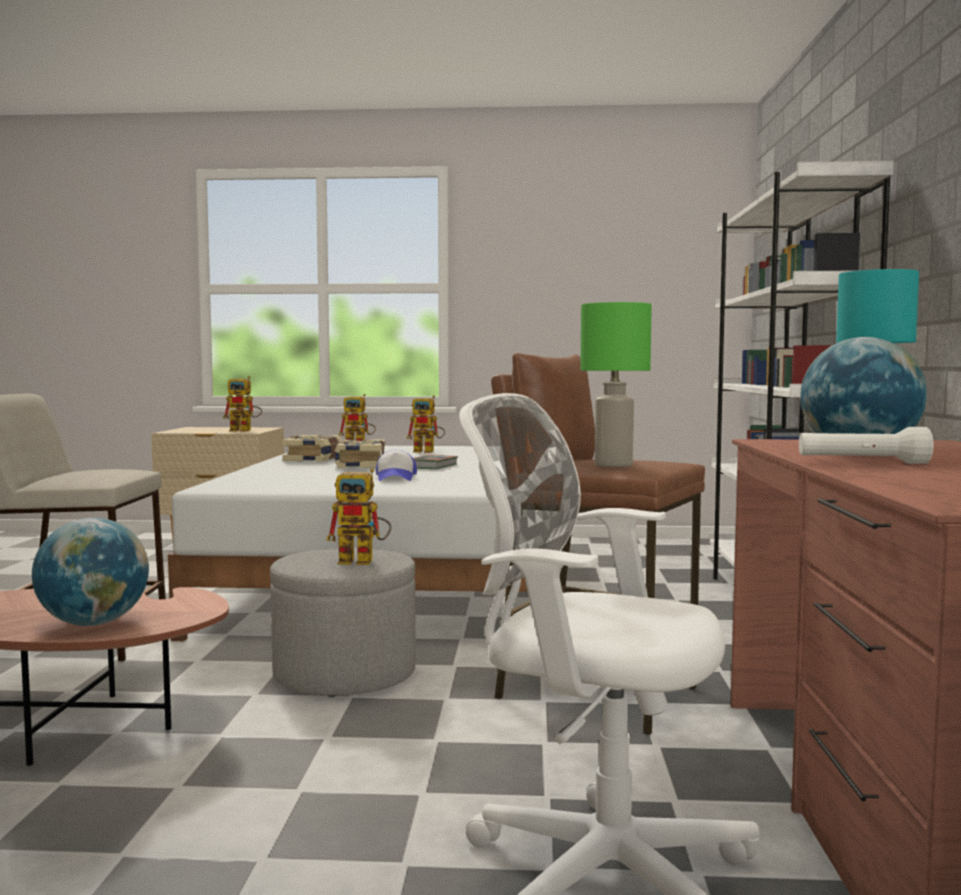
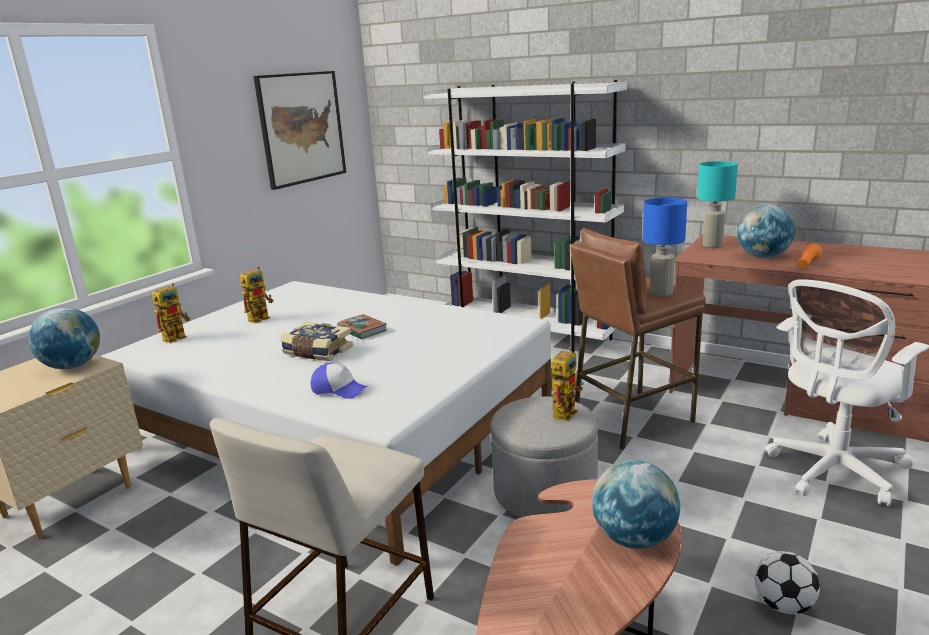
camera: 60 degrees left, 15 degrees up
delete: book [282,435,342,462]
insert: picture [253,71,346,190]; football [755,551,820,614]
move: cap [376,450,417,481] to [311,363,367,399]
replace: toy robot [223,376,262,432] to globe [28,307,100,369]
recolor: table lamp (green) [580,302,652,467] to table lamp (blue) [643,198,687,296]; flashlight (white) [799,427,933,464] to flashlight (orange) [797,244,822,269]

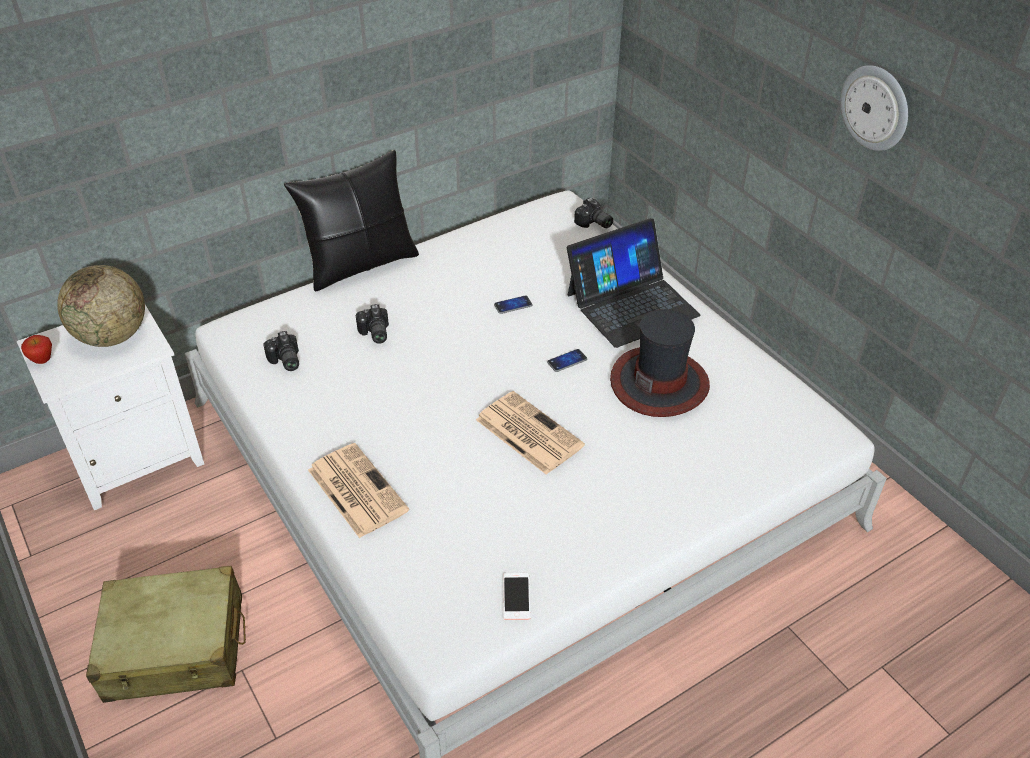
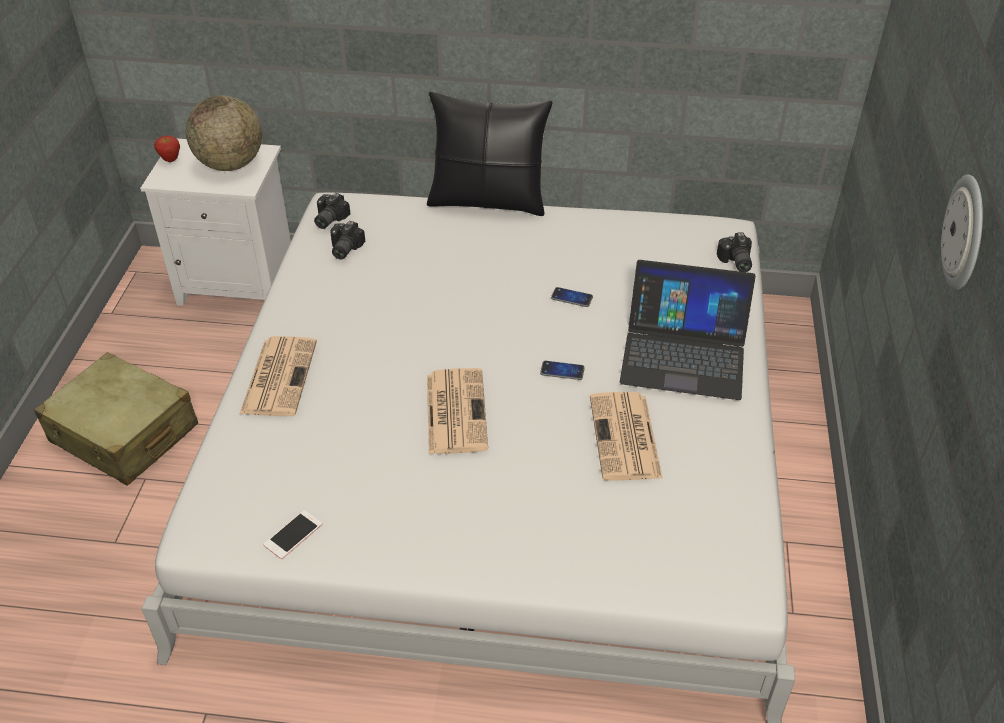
camera: 40 degrees right, 0 degrees up
move: photo camera [356,304,389,344] to [314,193,350,229]
replace: hat [610,309,710,417] to newspaper [590,392,663,481]

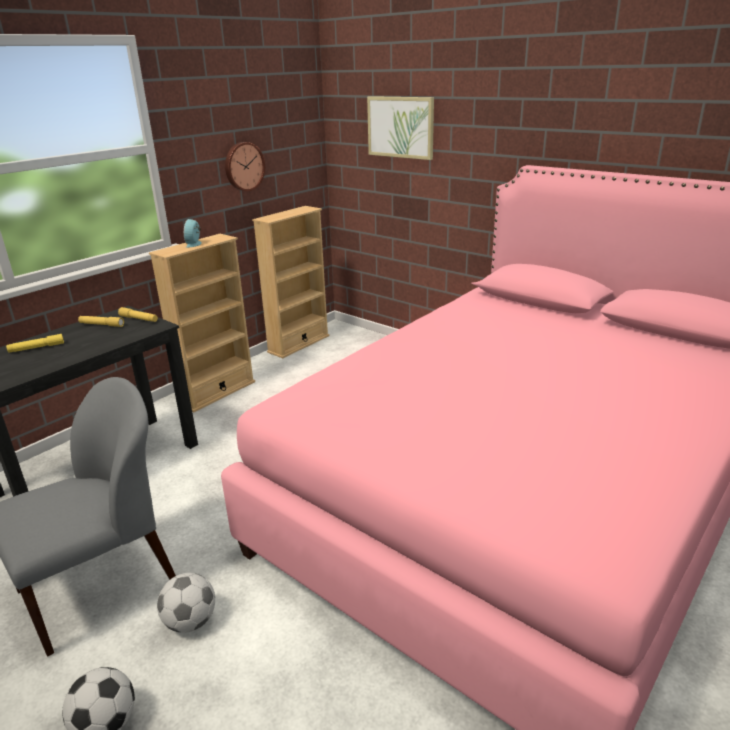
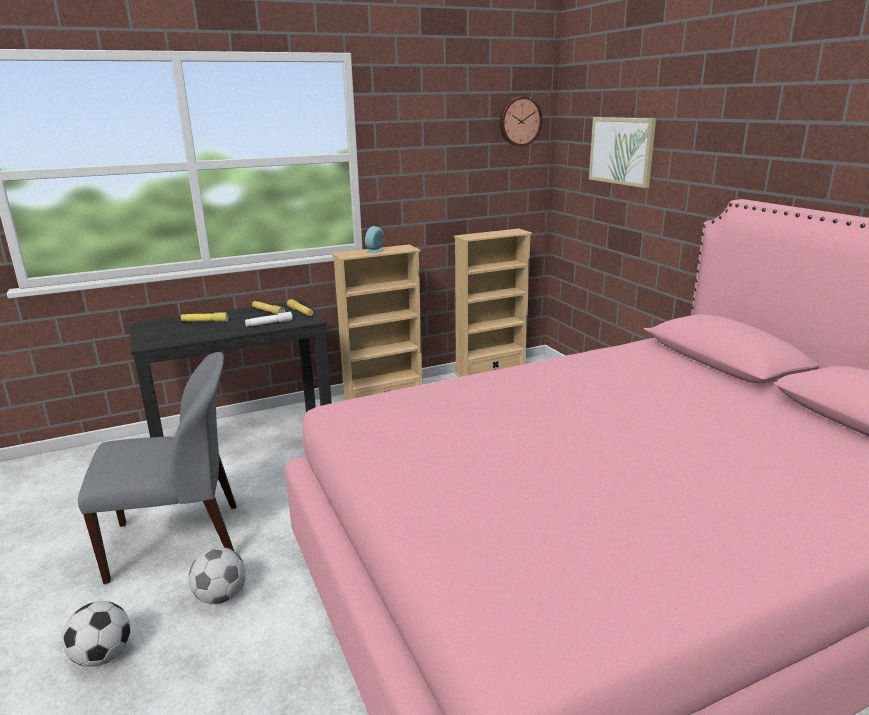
camera: 25 degrees right, 5 degrees down
insert: flashlight (white) [245,312,293,327]
move: wall clock [225,142,265,191] to [500,97,542,146]

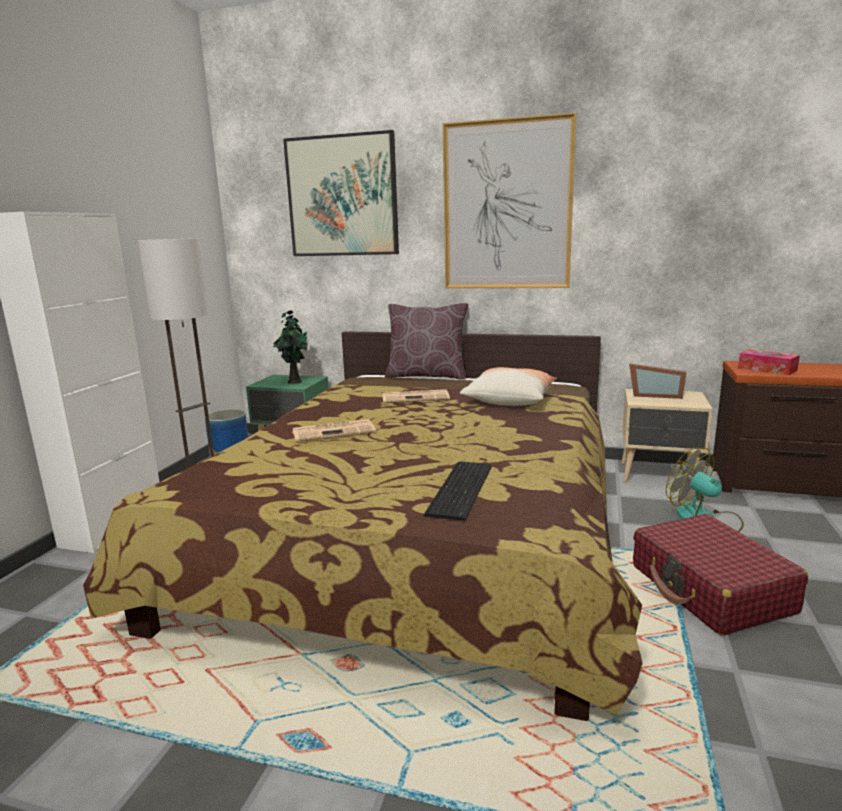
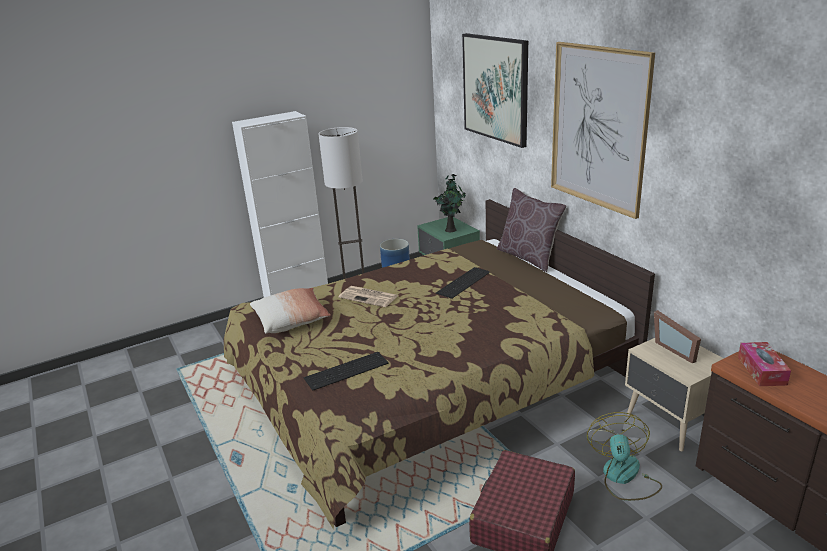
camera: 45 degrees right, 10 degrees up
move: pillow [460,367,557,406] to [250,288,331,334]
replace: newspaper [382,389,450,403] to keyboard [436,267,490,299]

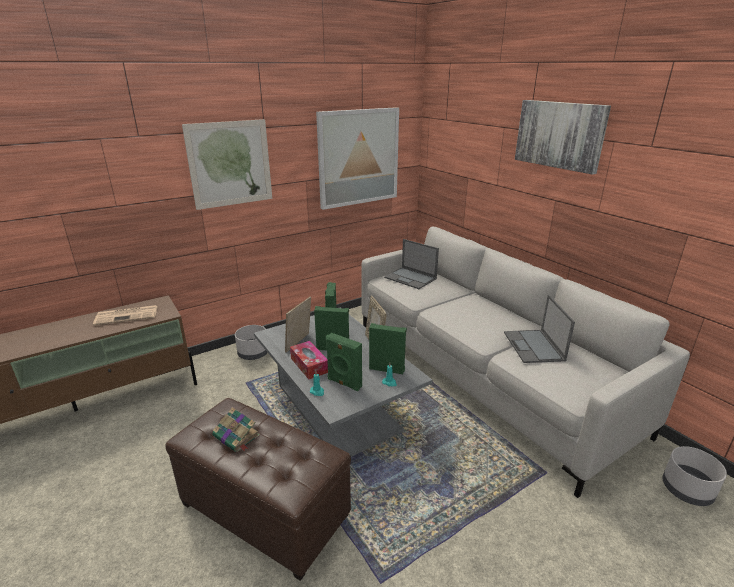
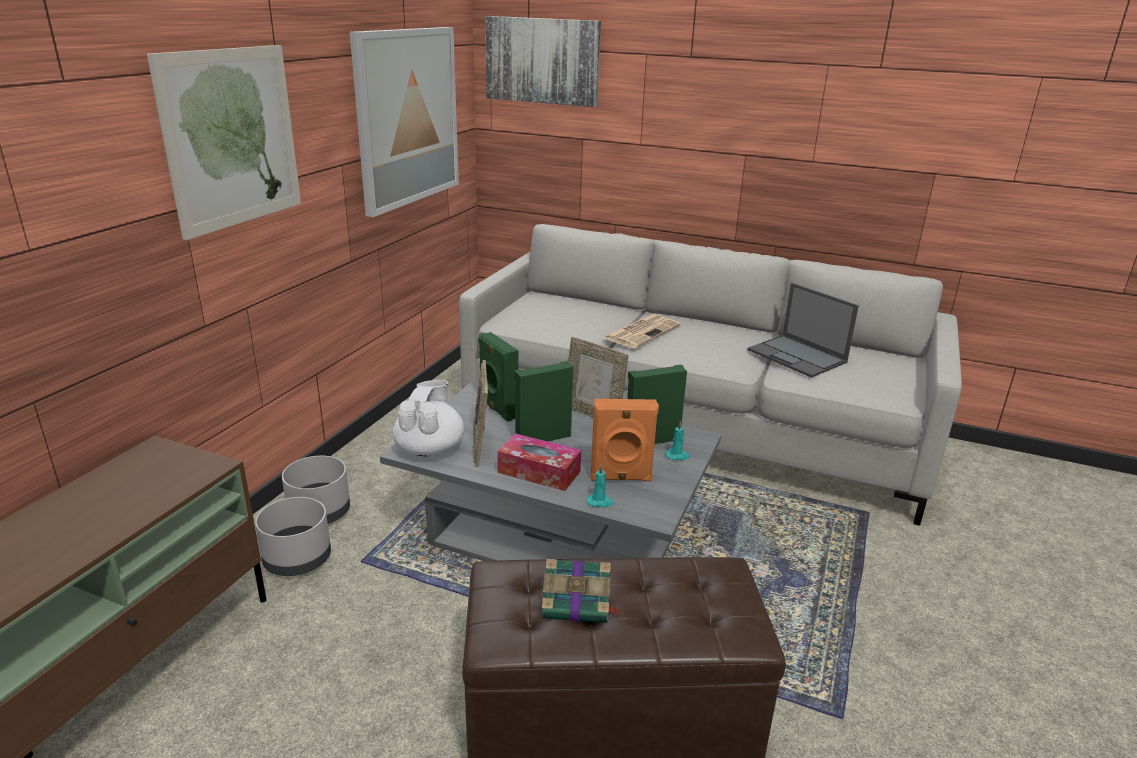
camera: 35 degrees left, 0 degrees up
delete: laptop [384,239,439,289]
insert: teapot (white) [393,380,464,457]
move: planter (grey) [663,446,727,506] to [255,497,331,576]; picture [515,100,611,175] to [485,16,601,107]; newspaper [93,305,158,325] to [603,314,681,348]
recolor: speaker (green) [326,333,362,391] to speaker (orange) [590,399,659,481]

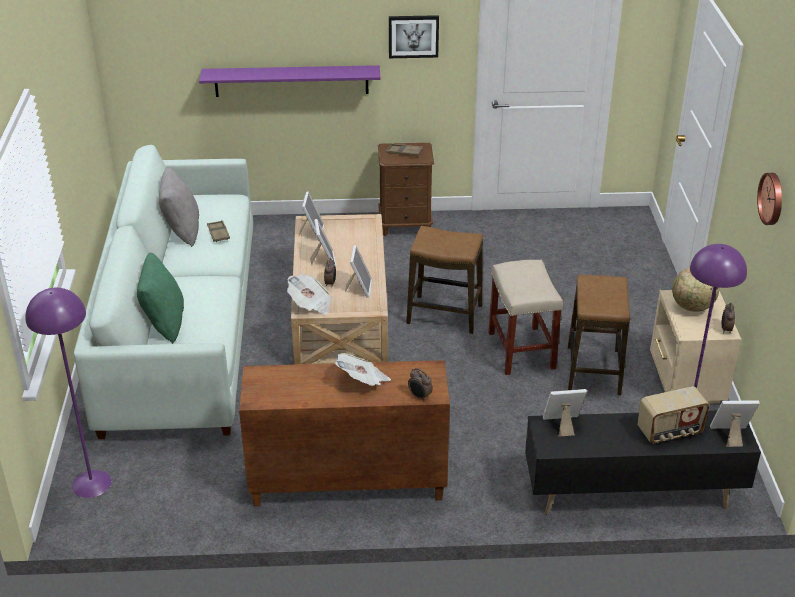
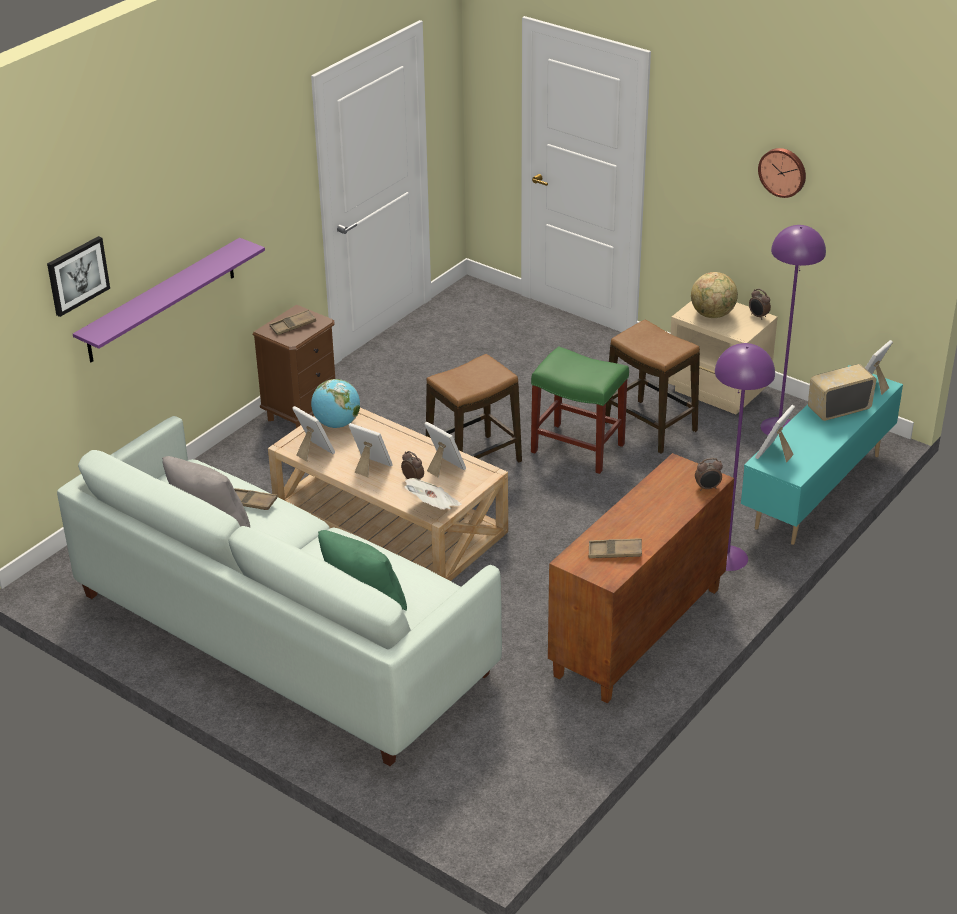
camera: 50 degrees left, 0 degrees up
delete: newspaper [334,353,391,386]
insert: globe [311,379,360,428]; tray (brown) [589,538,642,558]
move: picture [389,15,439,58] to [47,236,110,317]; floor lamp (purple) [25,288,112,498] to [715,343,775,571]
recolor: stool (beige) [488,260,563,375] to stool (green) [531,346,629,474]; tv stand (black) [525,410,761,515] to tv stand (turquoise) [741,365,903,545]
rotate: radio [637,386,710,444] = [808,364,877,421] 135 degrees counterclockwise

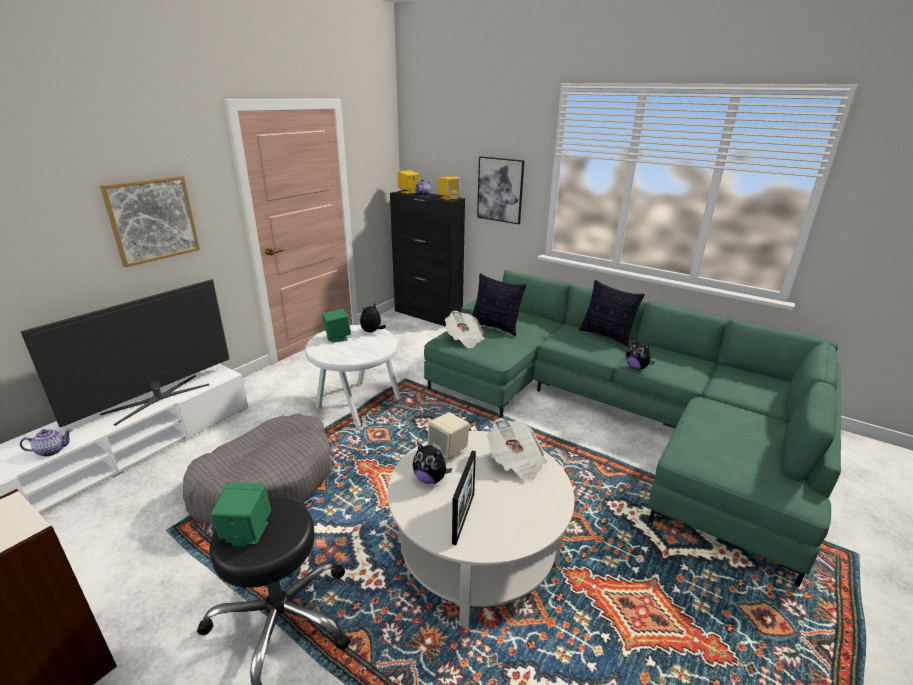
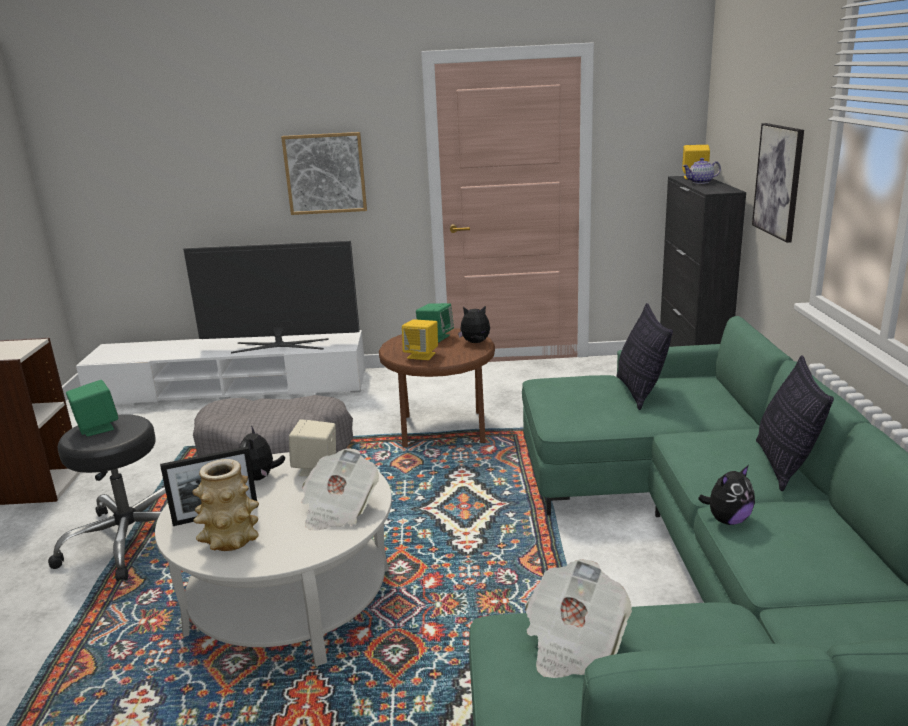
camera: 55 degrees right, 5 degrees down
delete: teapot [20,429,72,457]
insert: vase [193,459,259,551]
move: speaker (yellow) [438,177,460,200] to [402,319,438,360]; newspaper [445,311,485,348] to [525,559,632,678]
recolor: side table (white) [305,325,401,427] to side table (brown) [379,328,495,447]
rotate: plush toy [626,338,655,370] = [698,465,755,525] 135 degrees counterclockwise

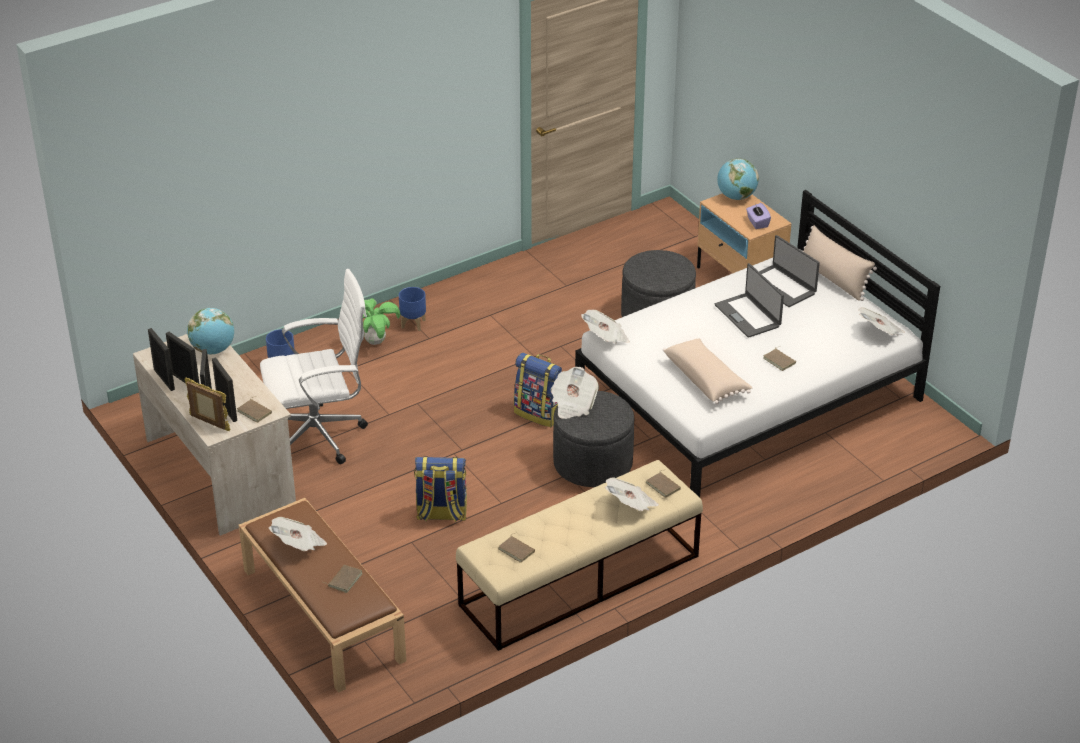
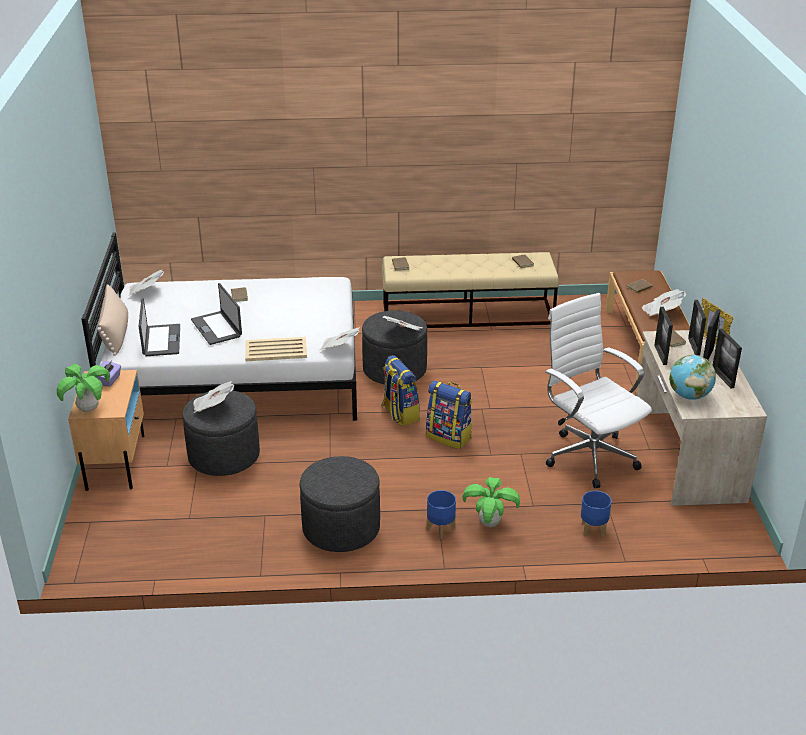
camera: 150 degrees left, 5 degrees down
delete: pillow (beige) [663,338,752,404]
insert: tray (beige) [245,337,307,361]; ottoman (grey) [300,456,380,552]
move: newspaper [605,477,659,511] to [193,381,234,413]; backpack [414,456,467,522] to [426,380,472,449]; picture frame [148,328,175,391] to [654,307,673,365]
replace: globe [717,158,759,200] to potted plant [57,364,110,412]
rotate: laptop [715,263,784,338] = [191,283,242,345] 150 degrees clockwise; office chair (white) [260,269,368,464] = [545,293,652,488] 45 degrees clockwise

